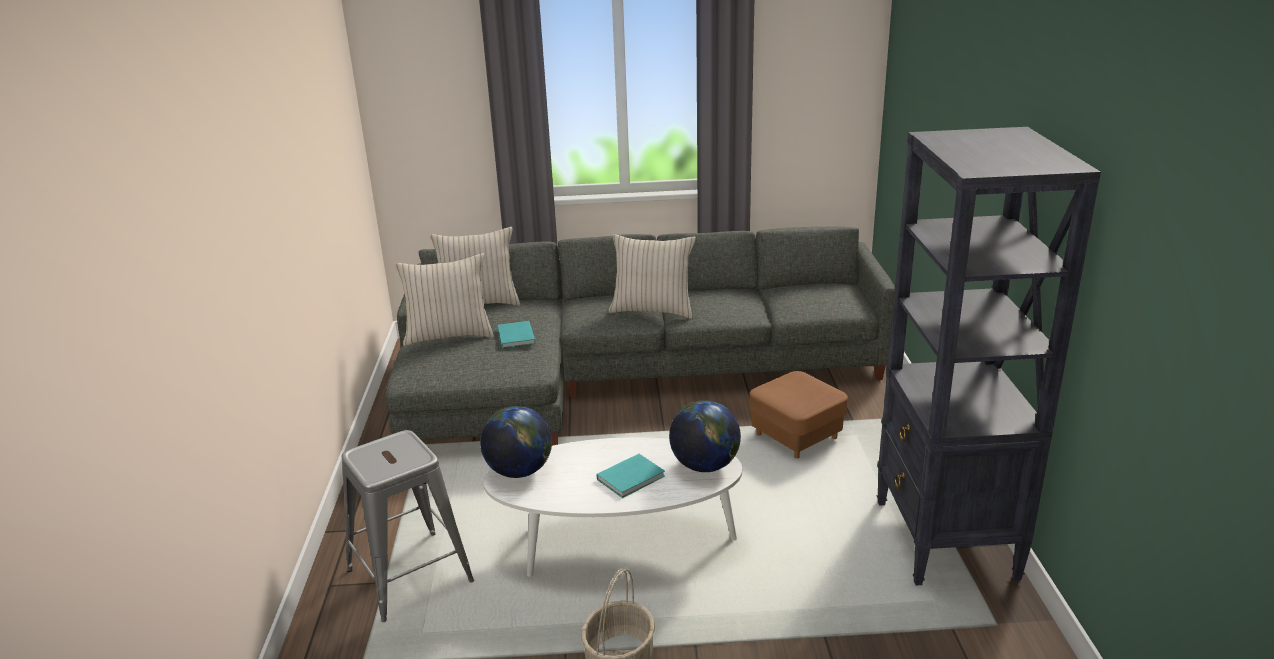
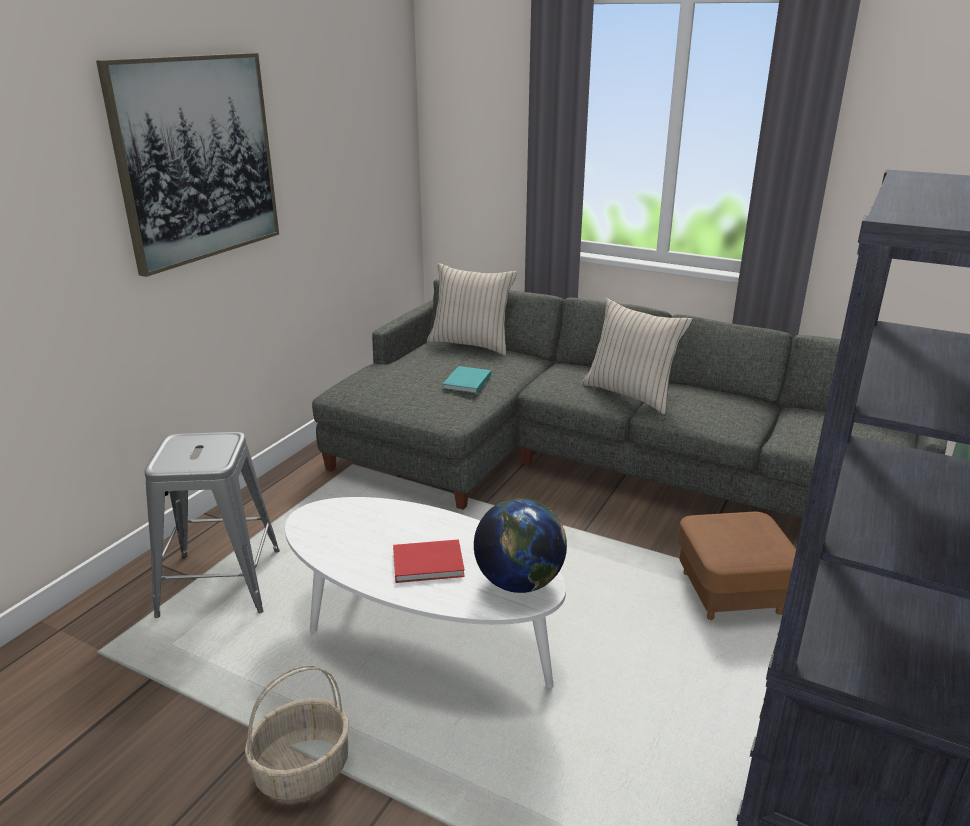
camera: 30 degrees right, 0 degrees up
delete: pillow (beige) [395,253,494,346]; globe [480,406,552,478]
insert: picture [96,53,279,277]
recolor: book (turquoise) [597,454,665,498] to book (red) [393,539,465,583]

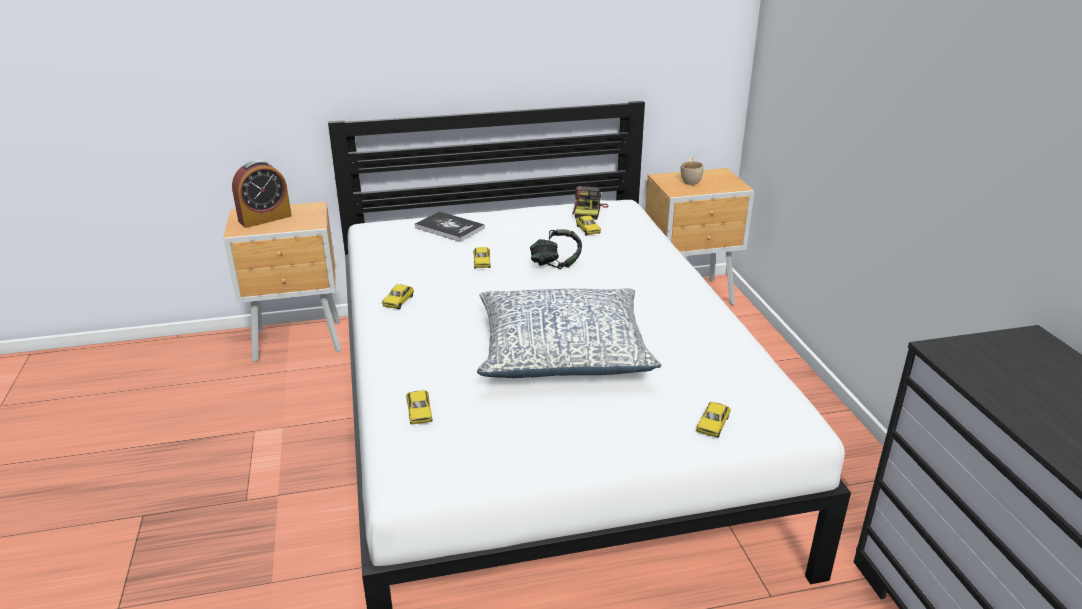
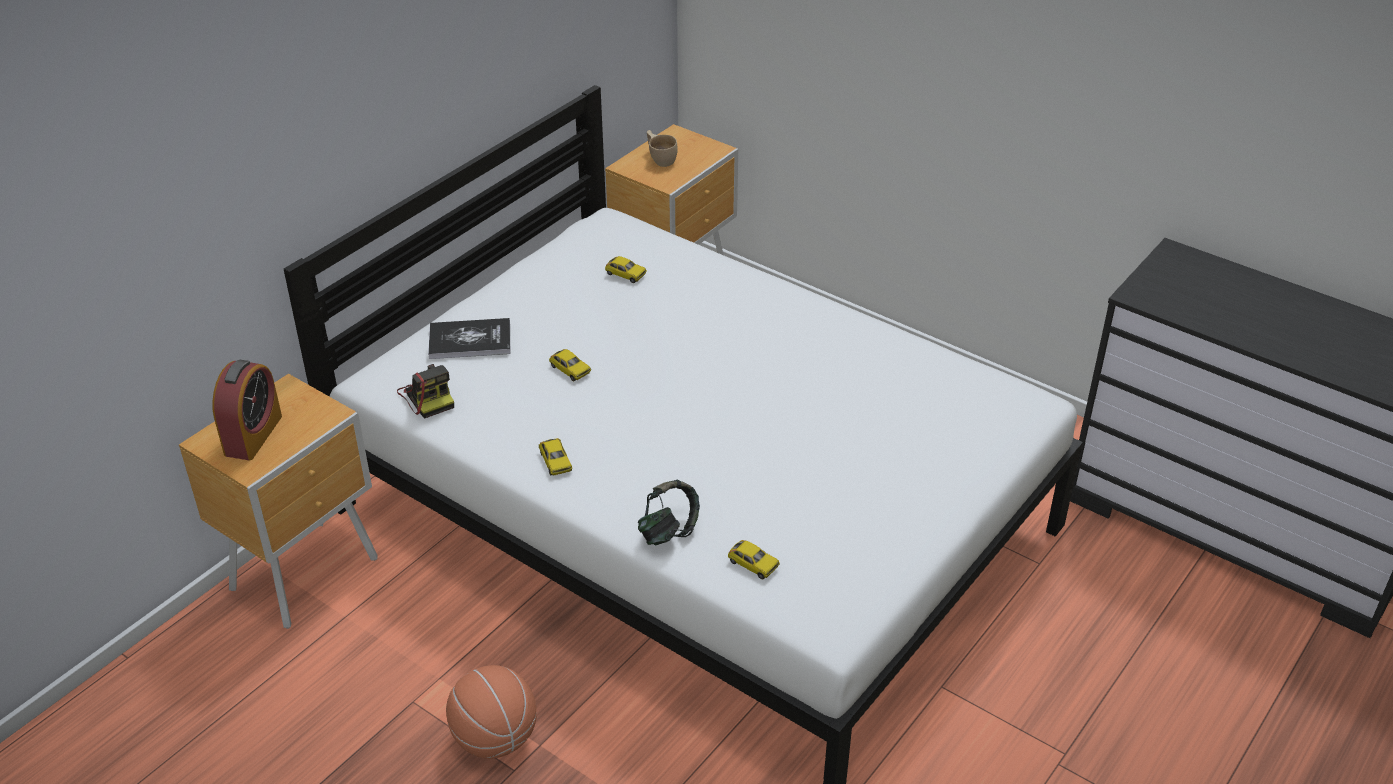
camera: 40 degrees left, 10 degrees up
delete: pillow [477,288,661,378]; toy car [696,402,731,438]
insert: basketball [446,665,537,759]
move: photo camera [572,186,609,220] to [397,364,454,419]; headphones [530,229,582,269] to [638,480,700,545]

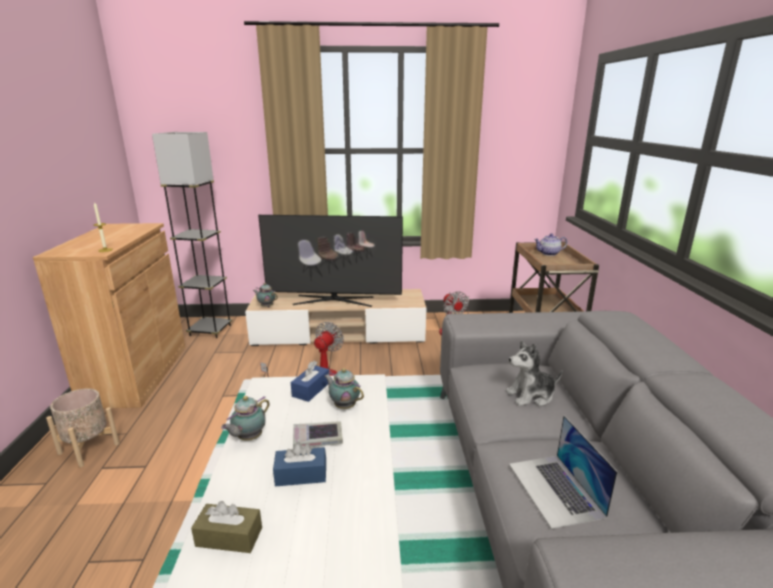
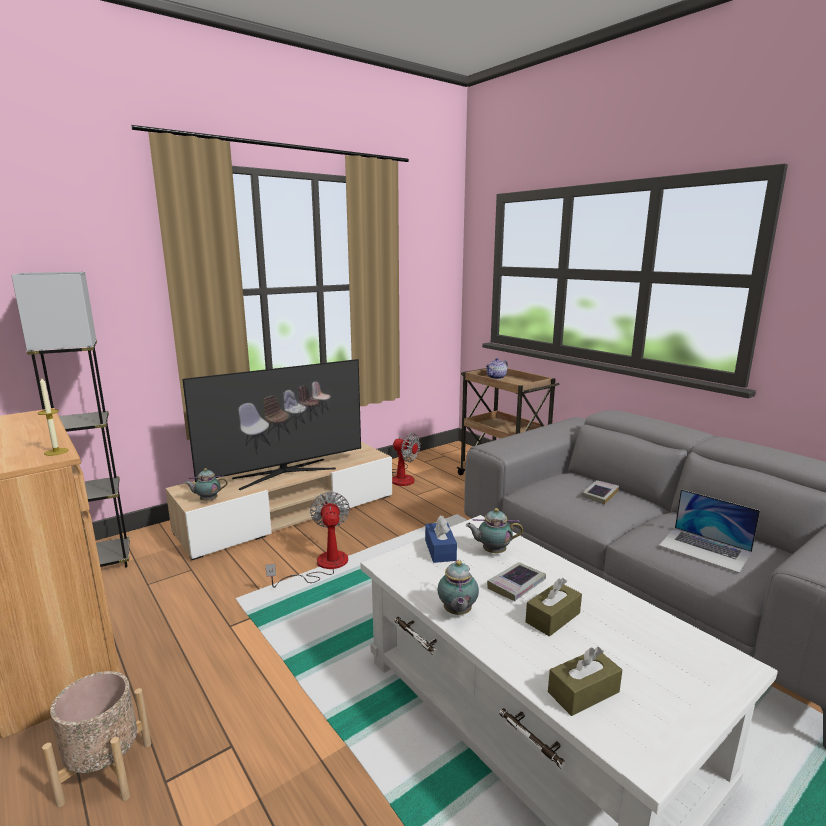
camera: 35 degrees left, 5 degrees down
replace: plush toy [506,340,562,406] to book [581,480,619,505]
recolor: tissue box (blue) [273,442,326,486] to tissue box (brown) [526,578,582,637]

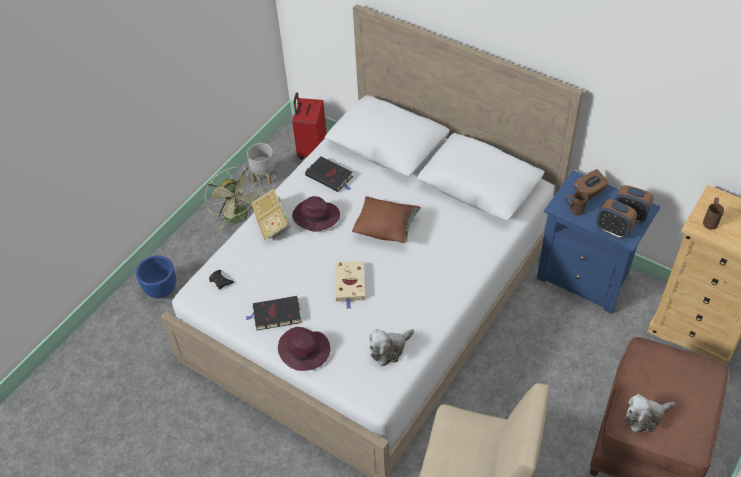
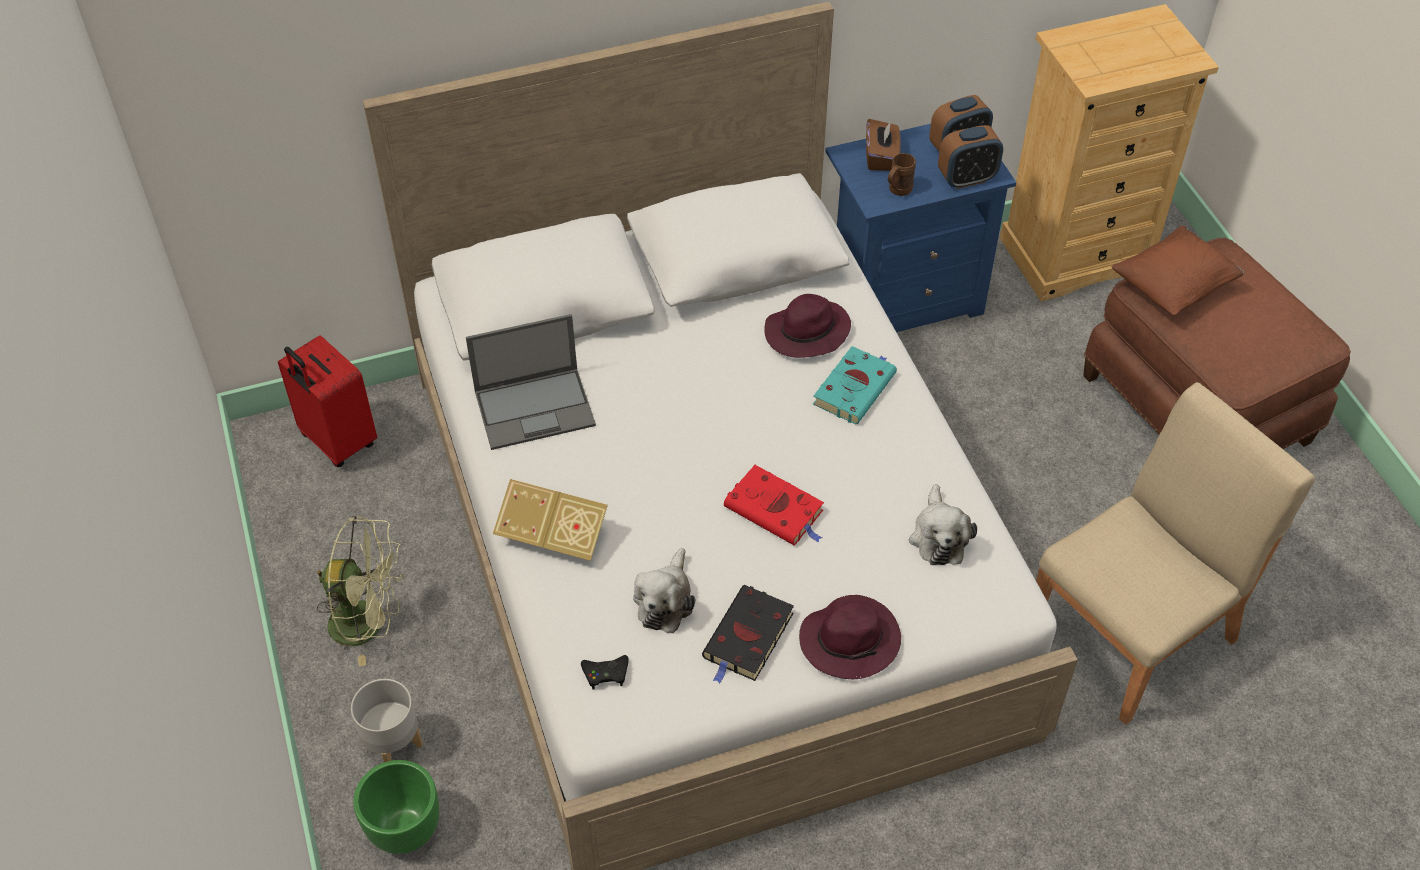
camera: 55 degrees left, 0 degrees up
delete: mug (brown) [703,197,724,230]
insert: book (turquoise) [813,346,897,424]
move: planter (grey) [247,143,275,184] to [351,679,423,763]; plush toy [625,394,675,433] to [633,548,696,633]; hat (purple) [292,196,340,232] to [764,294,851,358]; pillow (brown) [352,196,421,243] to [1111,226,1245,315]
replace: book (black) [305,156,353,192] to laptop [466,314,596,450]
recolor: planter (blue) [136,255,176,298] to planter (green) [353,760,439,854]; book (beige) [335,261,365,309] to book (red) [724,465,824,545]

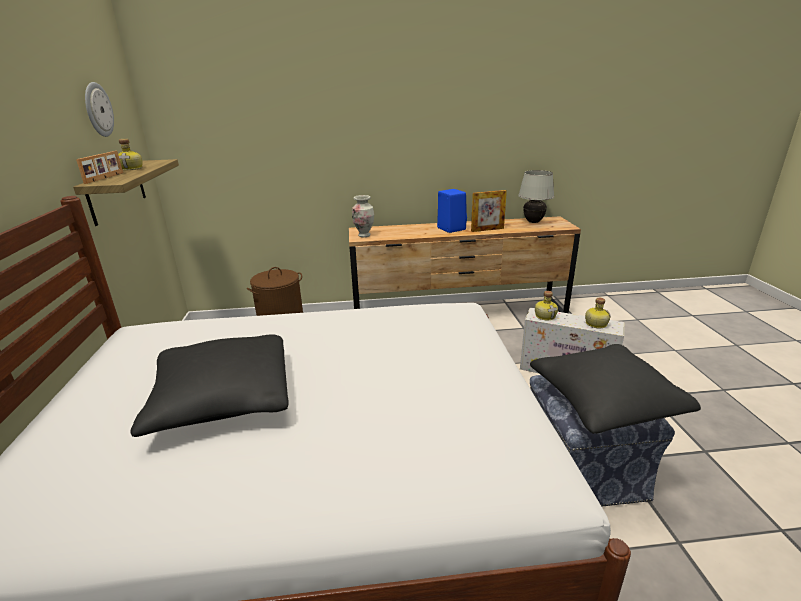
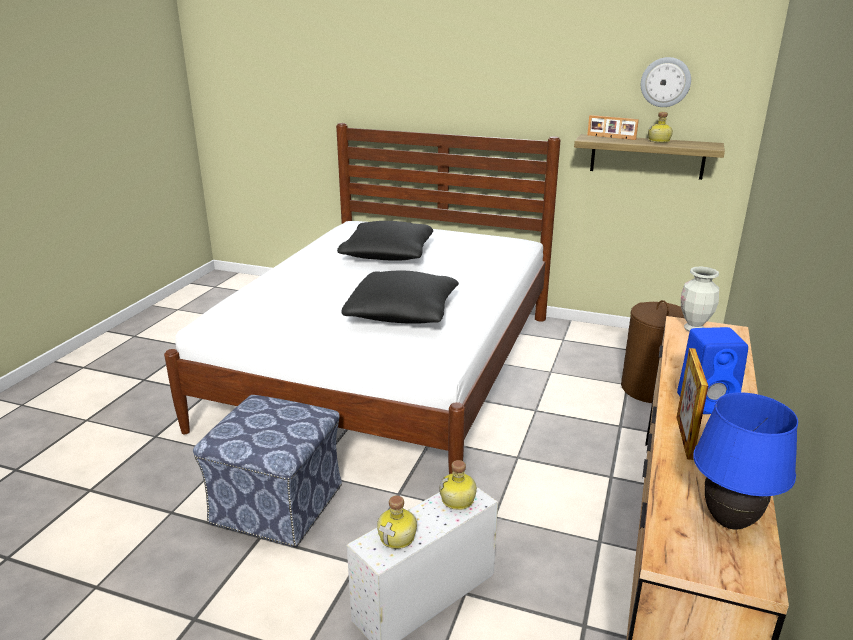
camera: 115 degrees right, 0 degrees up
move: pillow (black) [530,344,701,434] to [341,271,459,324]
recolor: table lamp (white) [518,170,554,223] to table lamp (blue) [693,392,798,530]

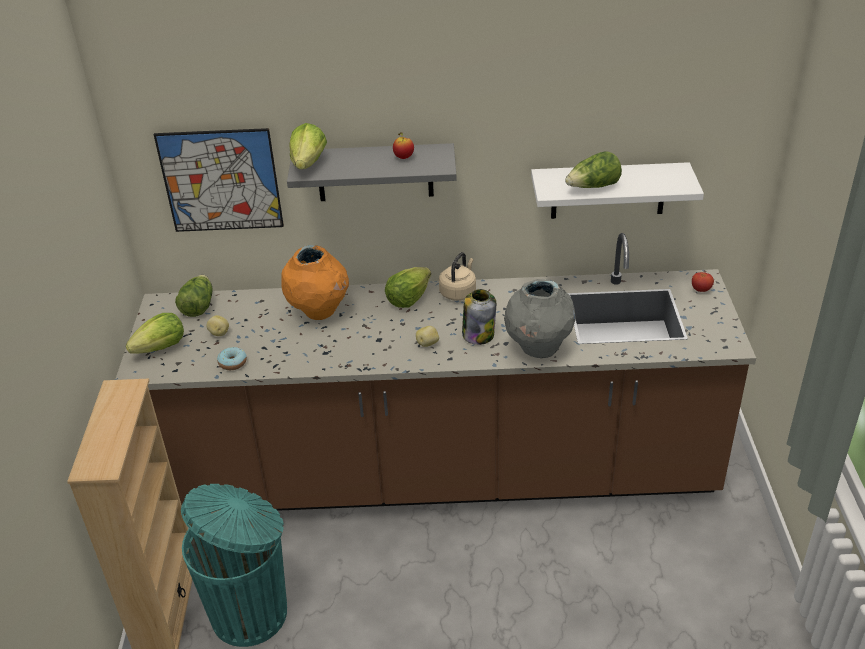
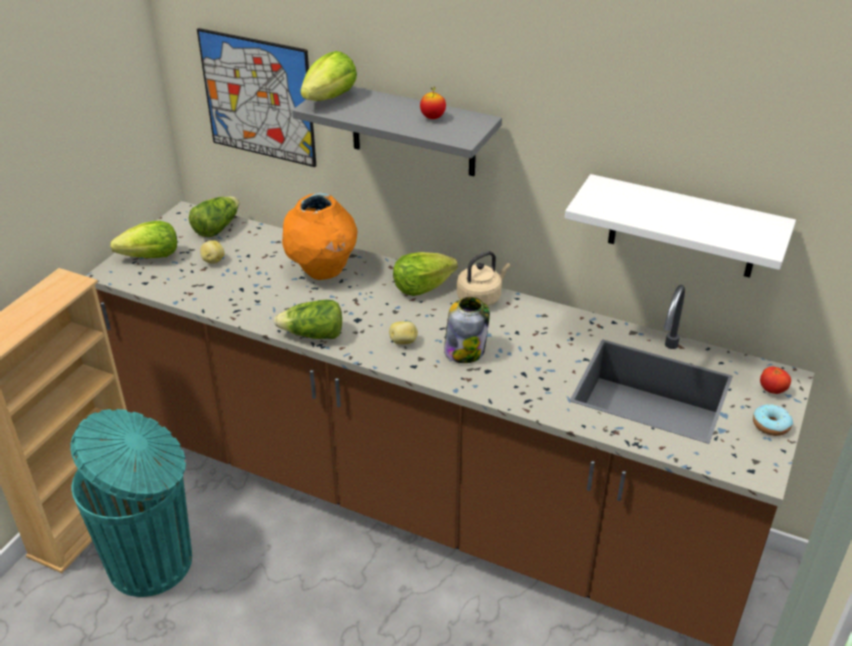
camera: 25 degrees right, 0 degrees up
delete: vase (grey) [504,279,576,358]
move: lettuce [565,151,622,188] to [274,300,342,339]; donut [217,347,247,370] to [753,404,793,436]

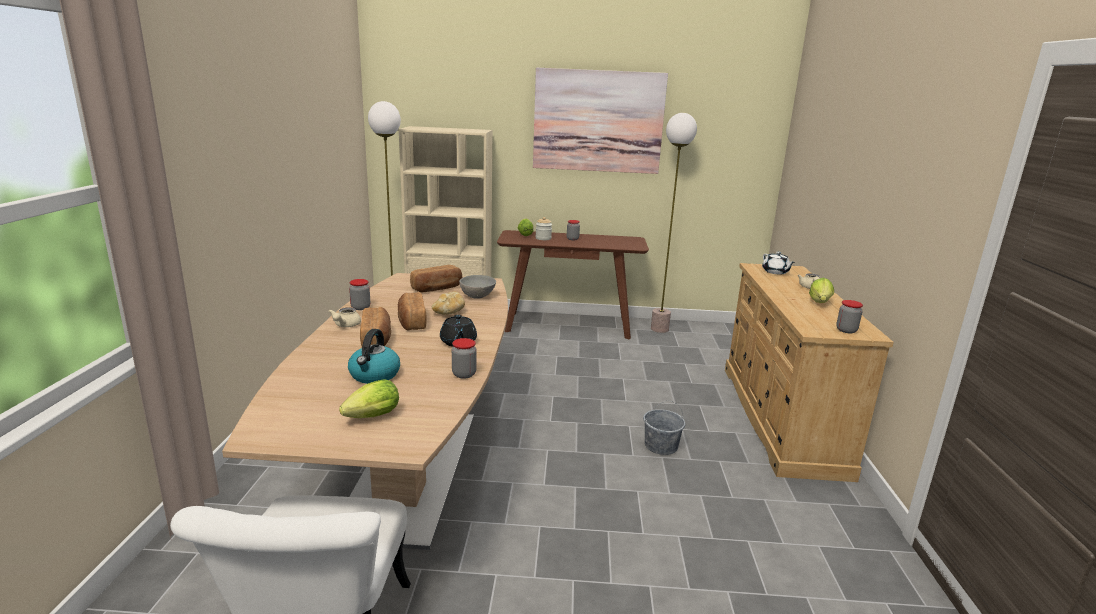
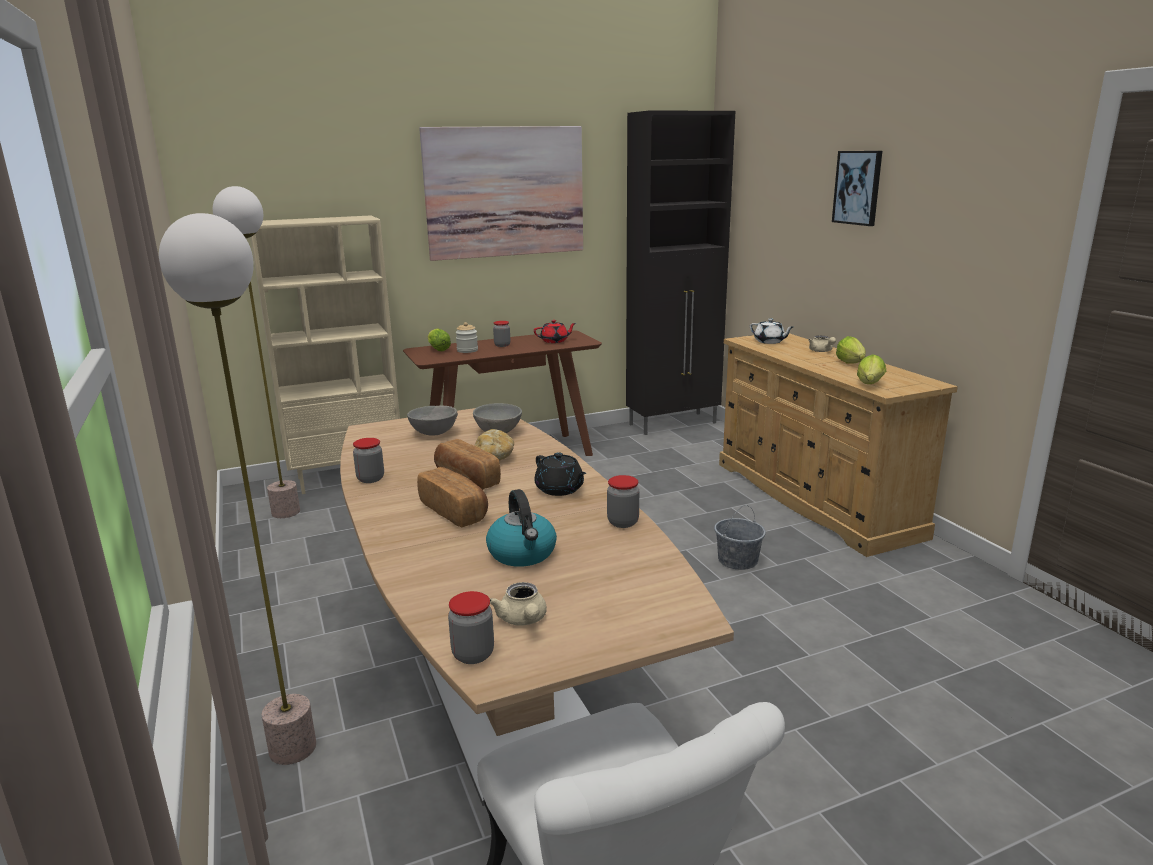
camera: 25 degrees left, 0 degrees up
insert: teapot (red) [534,320,576,343]; cabinet (black) [626,111,735,435]; picture [832,151,882,226]
move: floor lamp [651,113,697,333] to [159,213,316,765]; jar [836,300,863,333] to [448,591,494,664]; teapot (beige) [328,307,361,327] to [490,582,547,625]; lettuce [339,379,399,418] to [857,354,886,384]
replace: bread [410,265,462,293] to bowl (grey) [407,406,458,436]

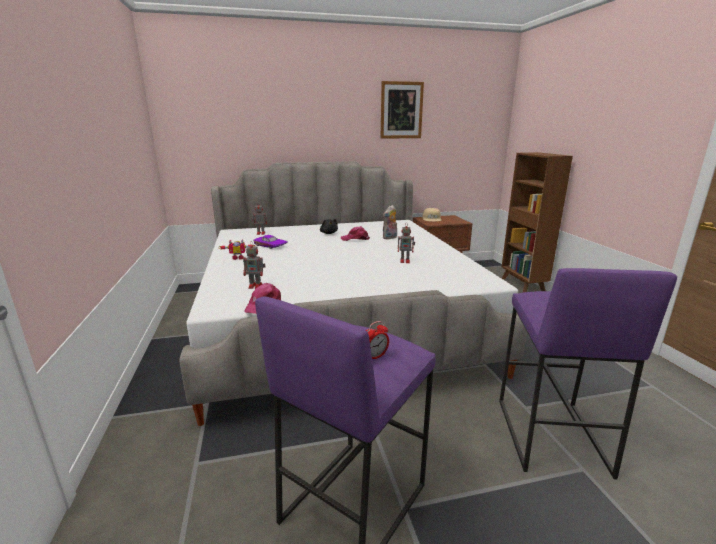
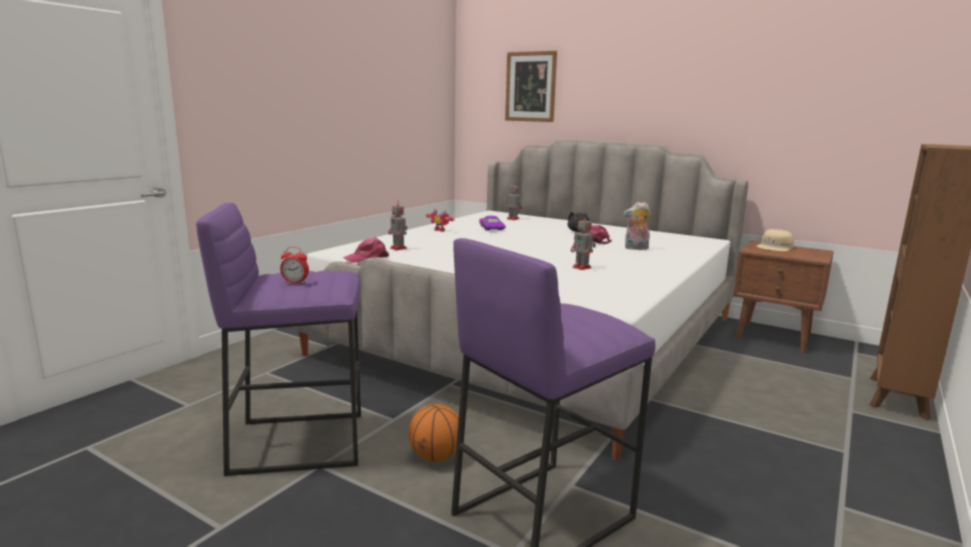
camera: 45 degrees right, 5 degrees down
insert: basketball [408,404,459,462]
move: picture [381,81,424,139] to [505,51,557,122]

